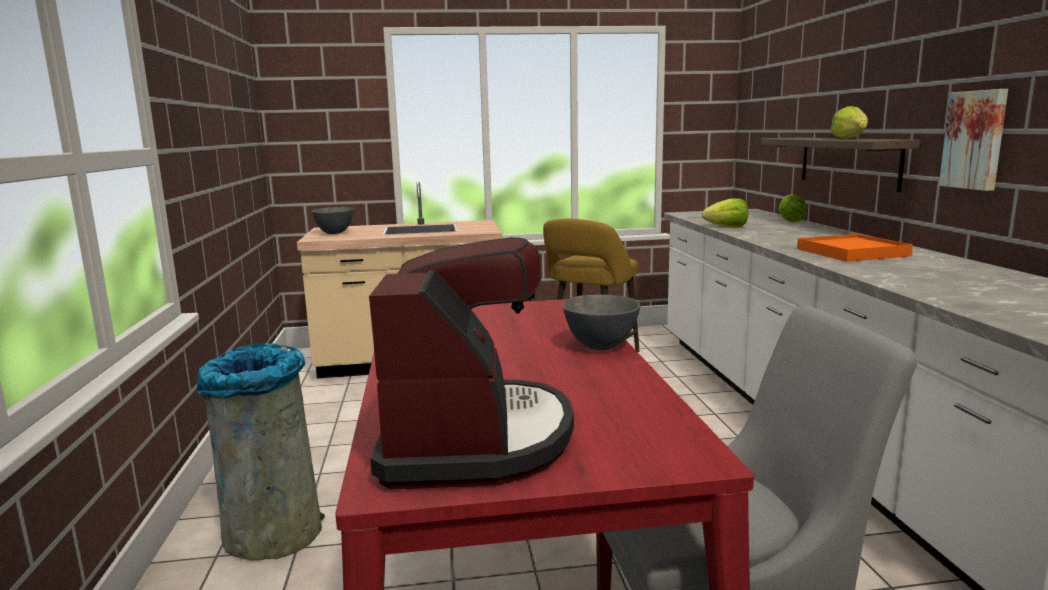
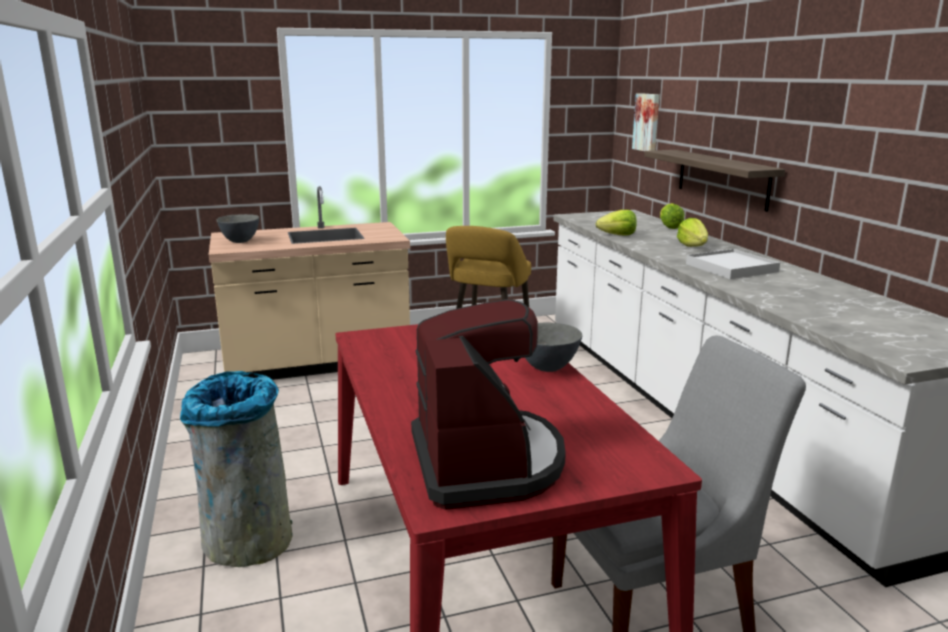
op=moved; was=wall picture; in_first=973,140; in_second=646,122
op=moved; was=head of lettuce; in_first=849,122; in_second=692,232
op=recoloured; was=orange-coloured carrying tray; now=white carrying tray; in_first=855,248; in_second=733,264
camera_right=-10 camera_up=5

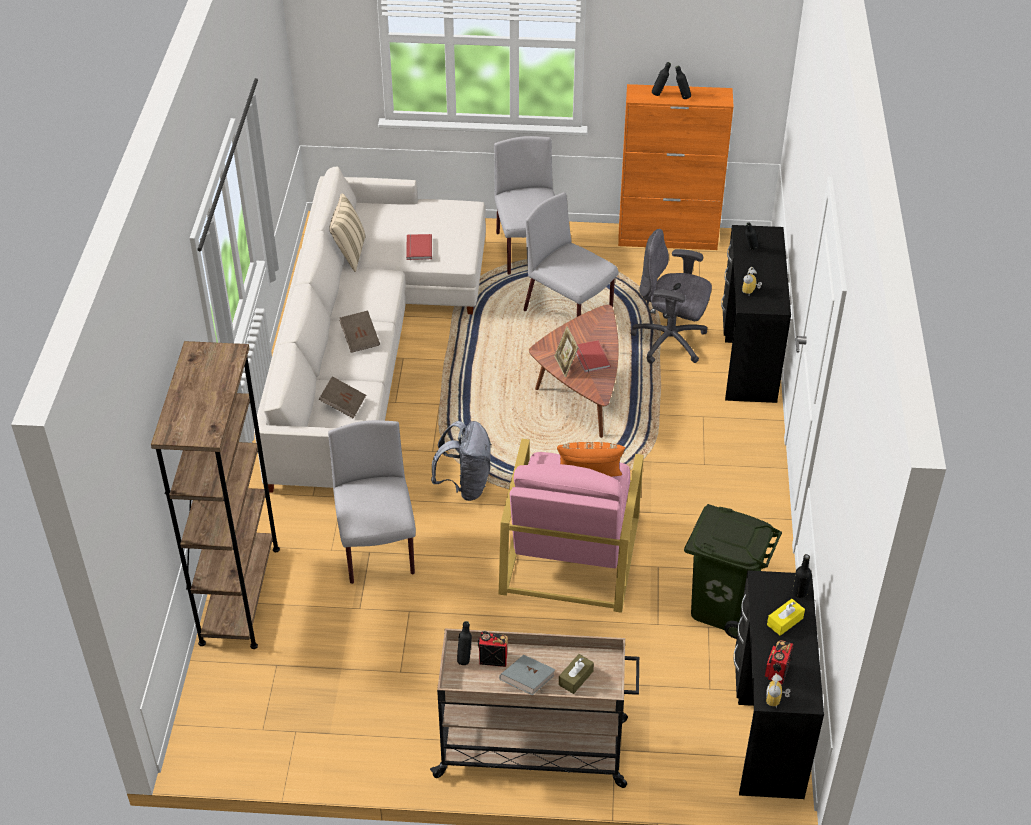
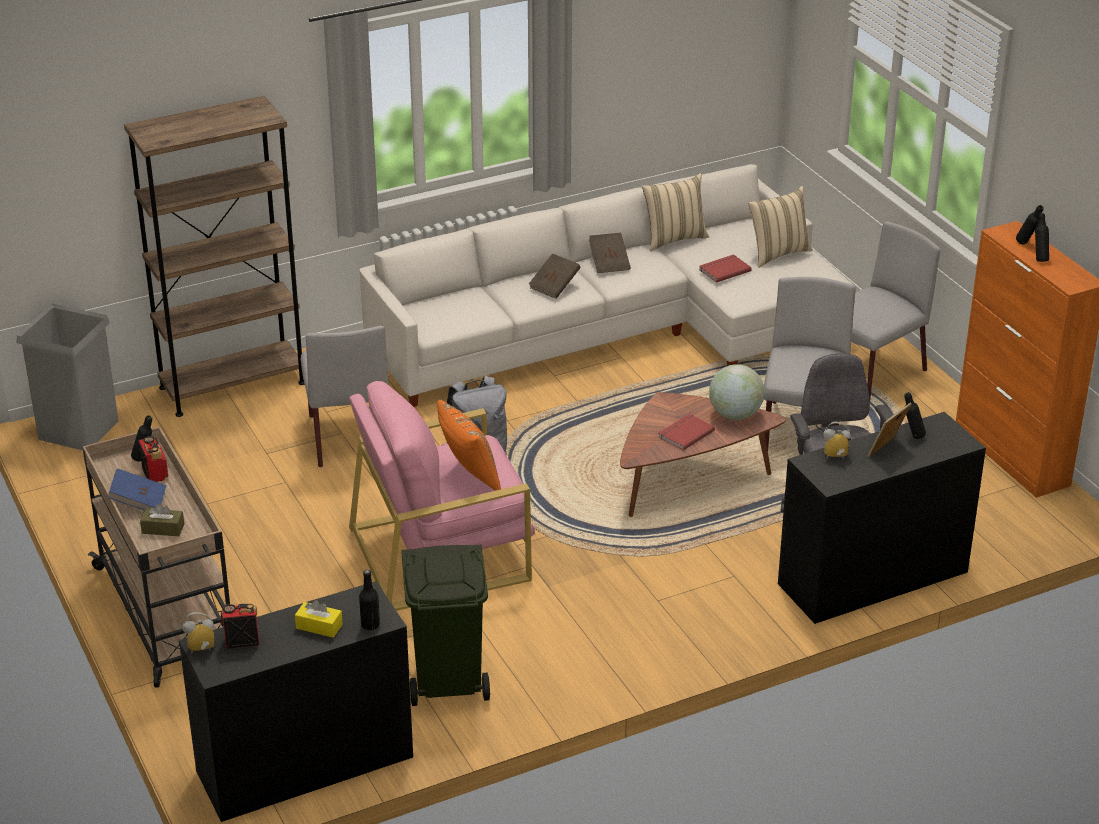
op=added; now=greyish trash can; in_second=67,377
op=recoloured; was=greyish book; now=blue-coloured book; in_first=527,675; in_second=136,489
op=turned; was=greyish chair; in_first=372,502; in_second=345,397; clockwise=120
op=moved; was=brown-coloured book; in_first=342,397; in_second=610,253
op=added; now=desk globe; in_second=736,392
op=added; now=beige pillow; in_second=780,227
op=moved; was=photo frame; in_first=566,351; in_second=889,429
camera_right=60 camera_up=-10

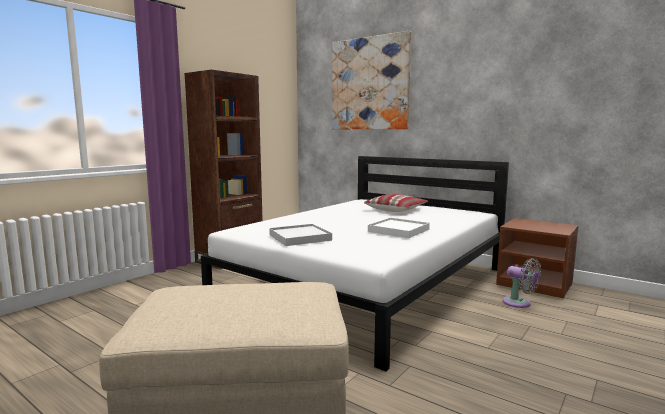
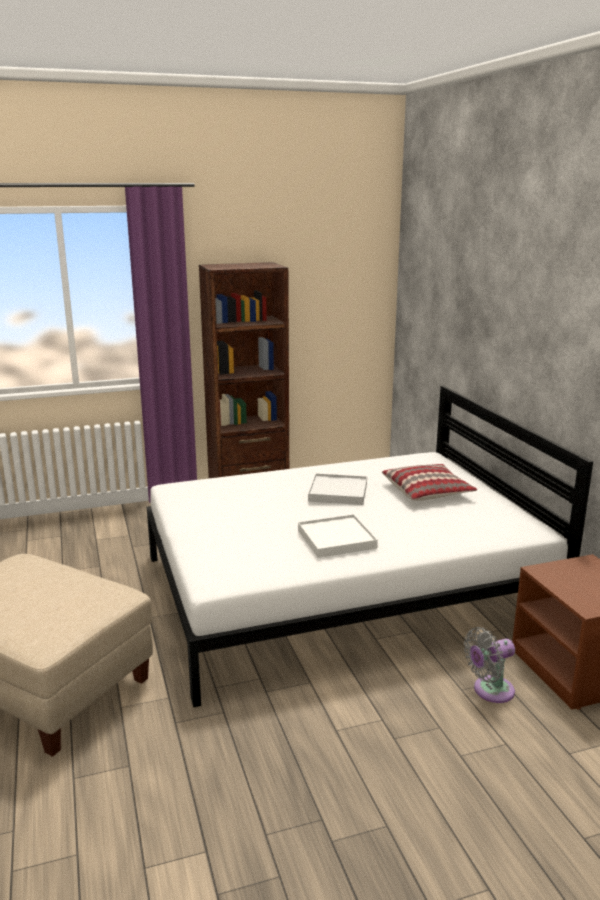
op=moved; was=white carrying tray; in_first=300,235; in_second=337,489
op=turned; was=greyish electric fan; in_first=522,283; in_second=489,665; clockwise=75
op=removed; was=wall picture; in_first=371,80
camera_right=35 camera_up=10

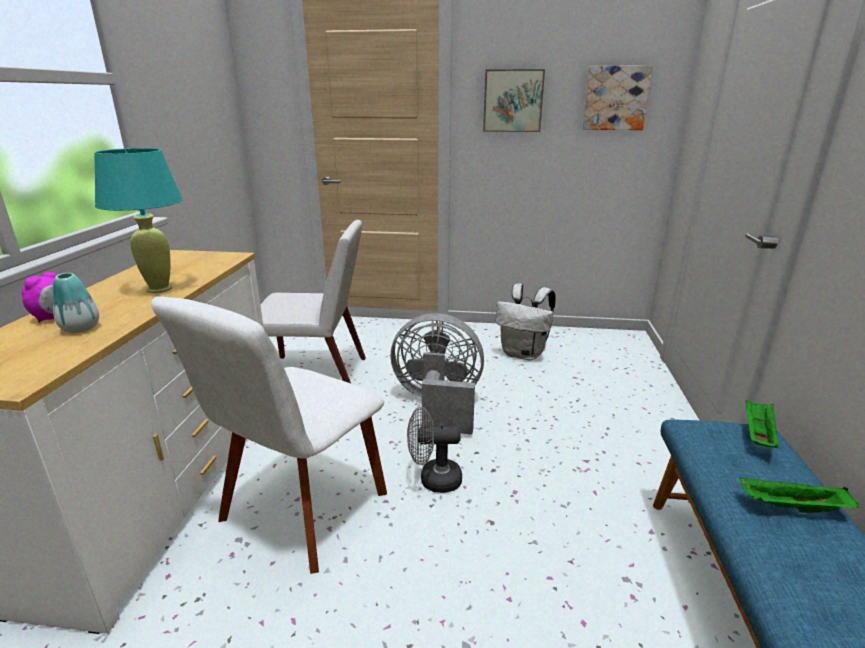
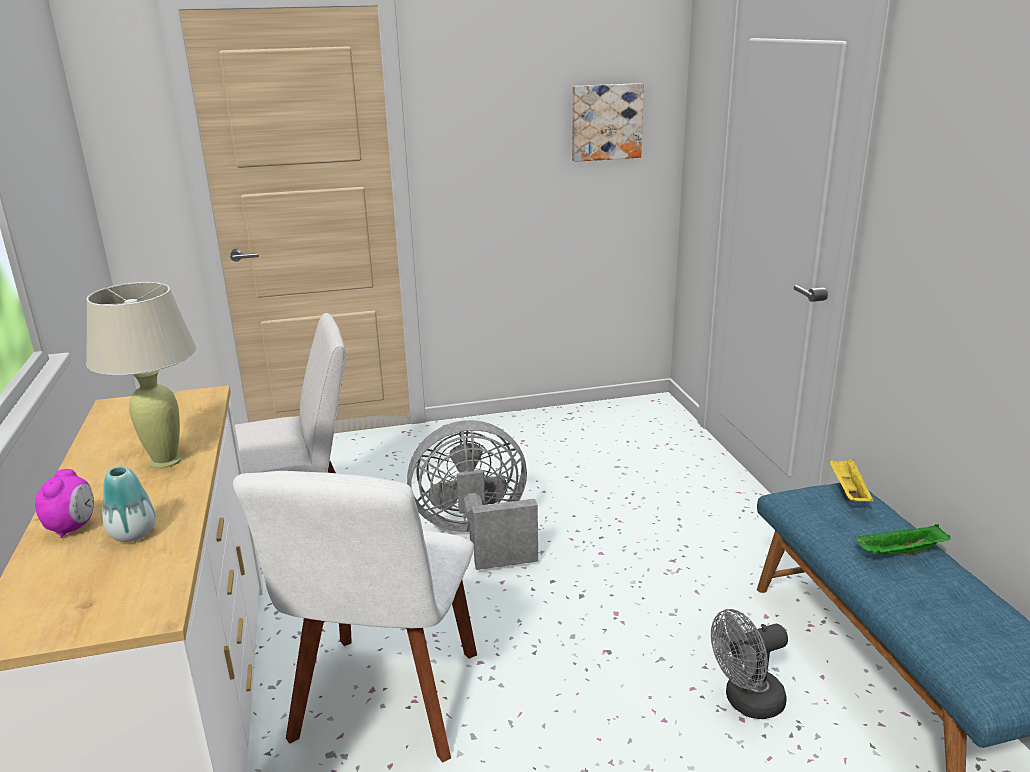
op=recoloured; was=turquoise tabletop lamp; now=beige tabletop lamp; in_first=138,220; in_second=141,375
op=moved; was=greyish electric fan; in_first=434,450; in_second=749,664
op=recoloured; was=greenish carrying tray; now=yellow-coloured carrying tray; in_first=762,424; in_second=851,480
op=removed; was=wall picture; in_first=514,100
op=removed; was=white backpack; in_first=525,321
camera_right=-20 camera_up=0

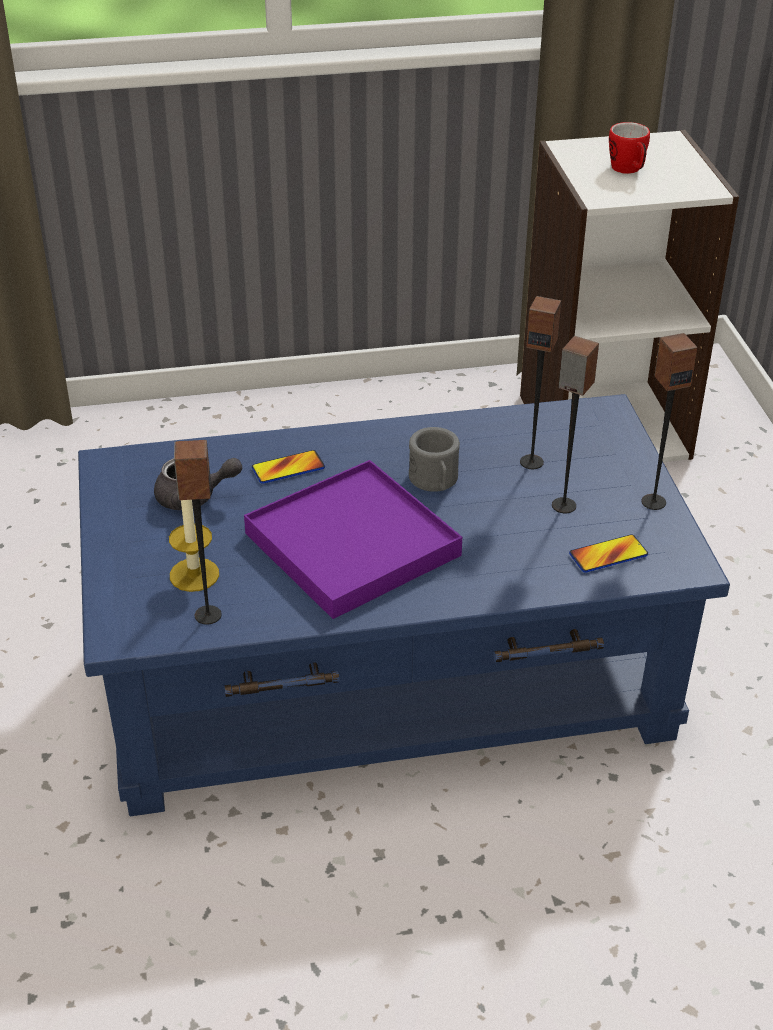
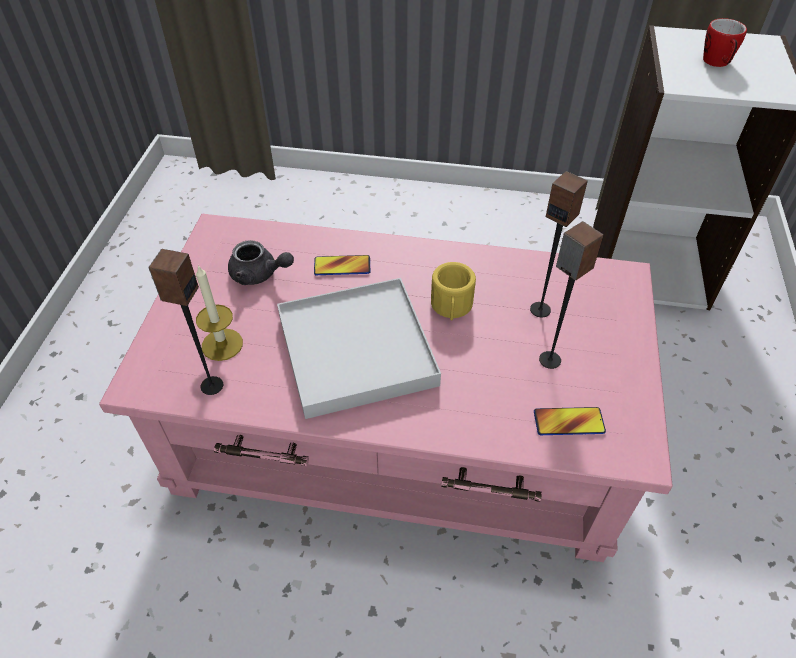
op=recoloured; was=blue-coloured low table; now=pinkish low table; in_first=404,605; in_second=386,388
op=recoloured; was=purplish carrying tray; now=white carrying tray; in_first=353,539; in_second=359,348
op=recoloured; was=greyish mug; now=yellow-coloured mug; in_first=434,459; in_second=453,291
op=removed; was=audio speaker; in_first=669,421
camera_right=20 camera_up=10

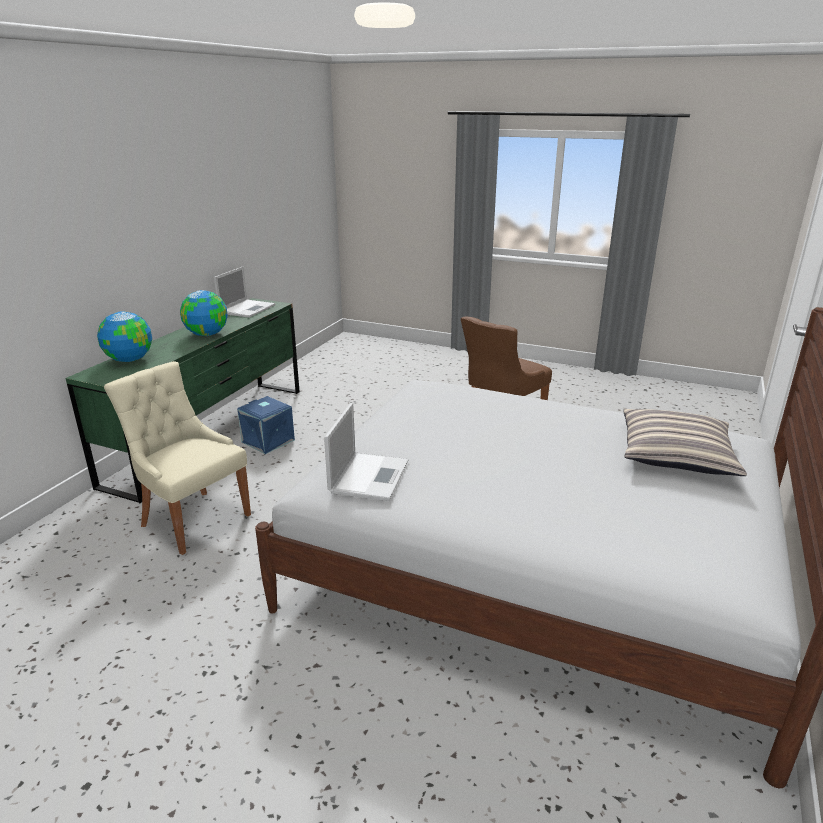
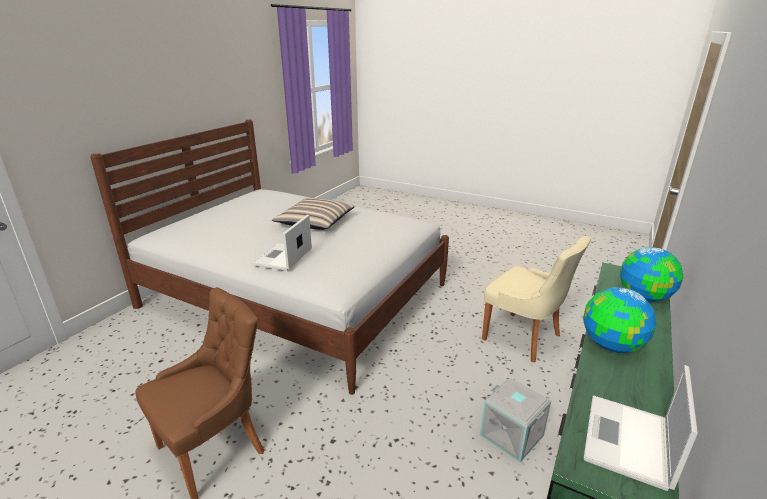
op=moved; was=notebook computer; in_first=366,452; in_second=282,243
op=moved; was=pillow; in_first=685,442; in_second=313,214
op=recoloured; was=blue-coloured storage box; now=greyish storage box; in_first=266,425; in_second=515,420
camera_right=-175 camera_up=0

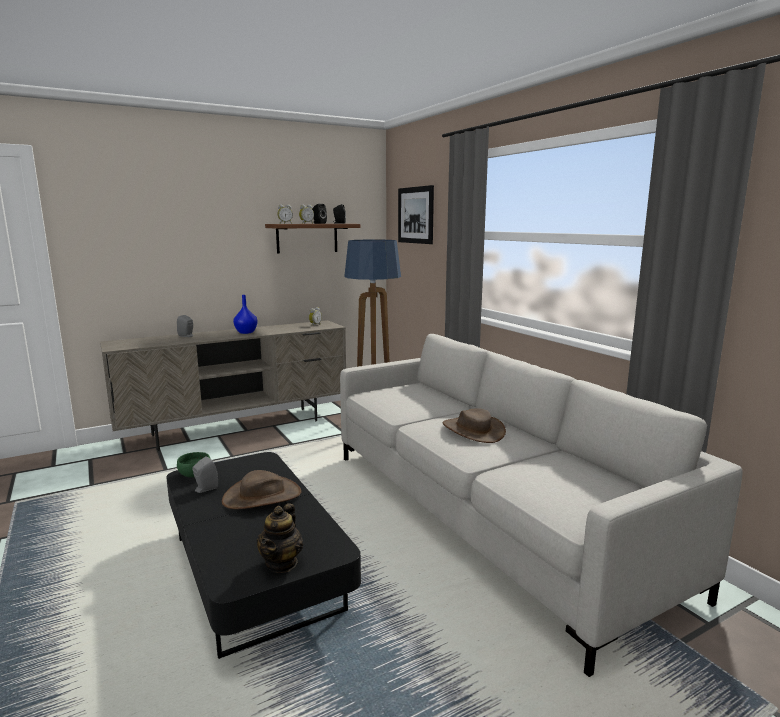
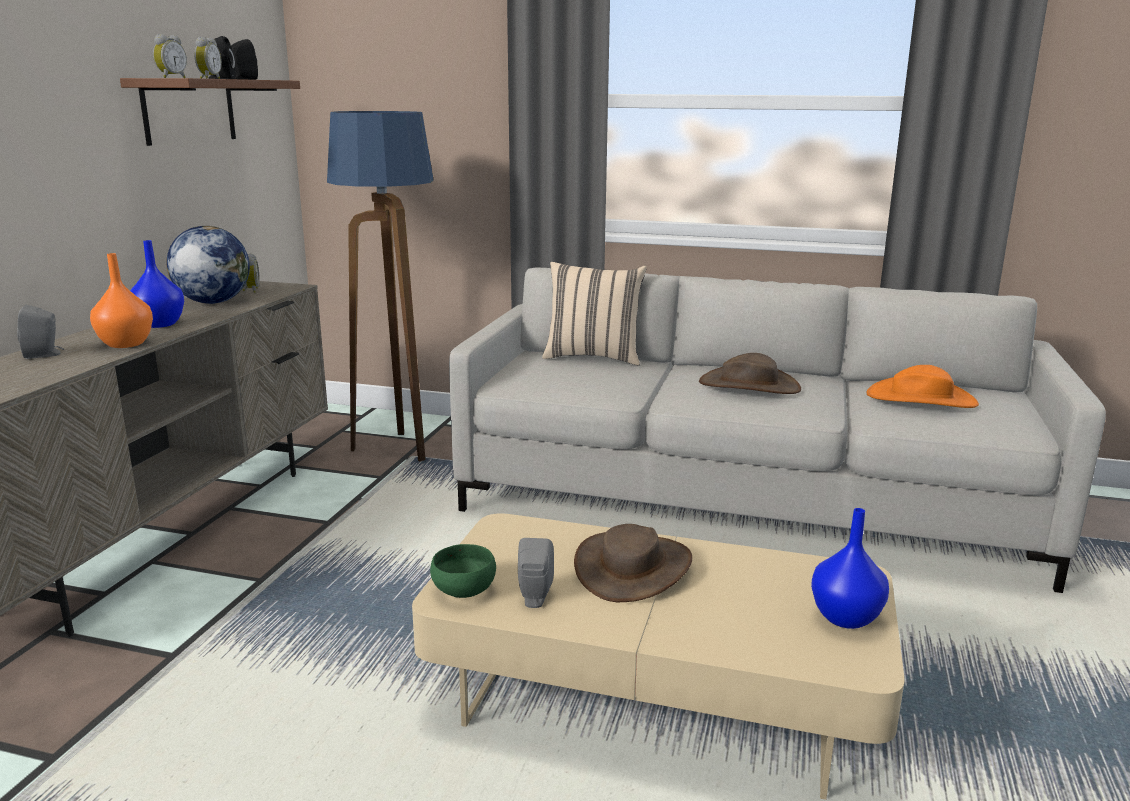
op=added; now=orange-coloured flower vase; in_second=121,300
op=added; now=desk globe; in_second=208,265
op=recoloured; was=black-coloured low table; now=beige low table; in_first=263,555; in_second=658,656
op=added; now=beige pillow; in_second=594,313
op=replaced; was=teapot; now=blue-coloured flower vase; in_first=280,538; in_second=850,568
op=added; now=orange-coloured clothing hat; in_second=923,386
op=removed; was=wall picture; in_first=416,214
camera_right=-45 camera_up=5

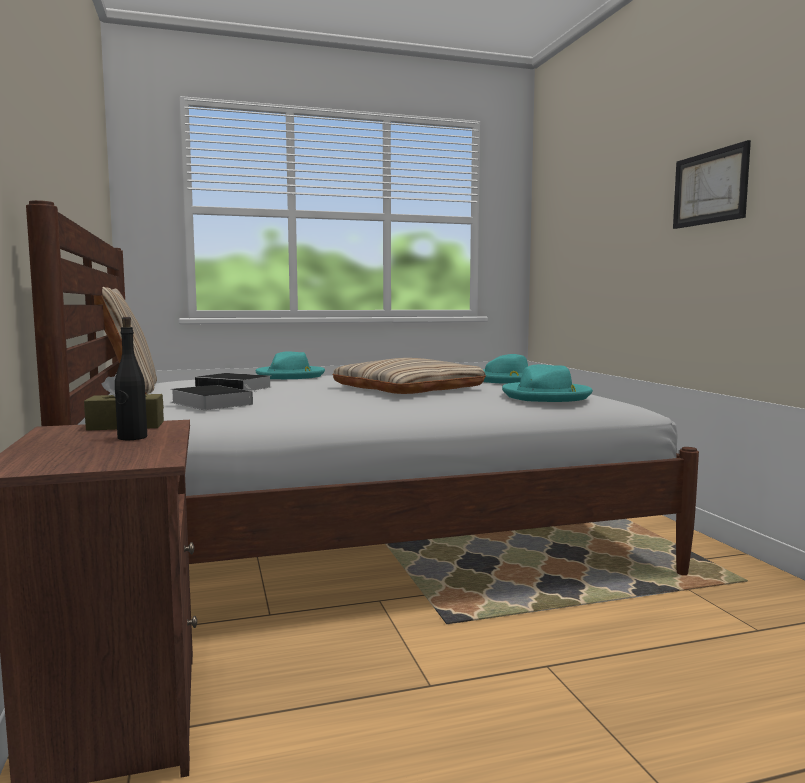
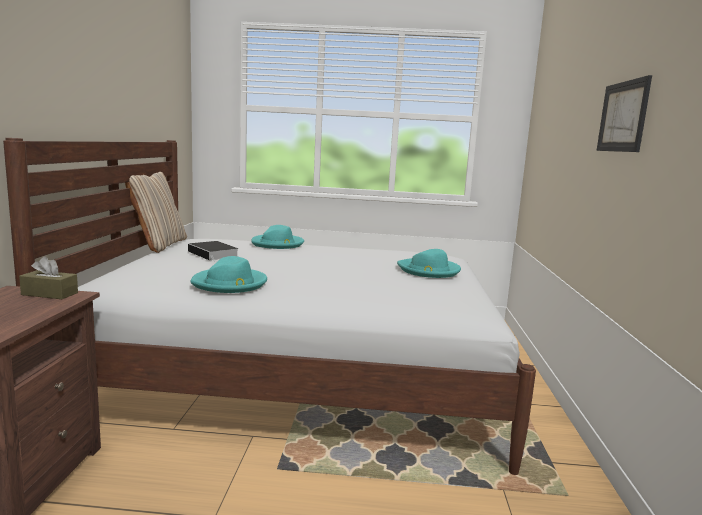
op=moved; was=turquoise clothing hat; in_first=547,383; in_second=228,274
op=removed; was=black-coloured drink bottle; in_first=131,378
op=removed; was=book; in_first=212,397
op=removed; was=beige pillow; in_first=409,376
camera_right=20 camera_up=5

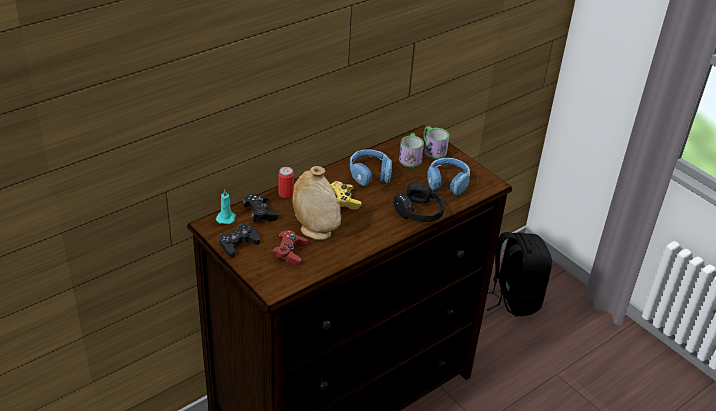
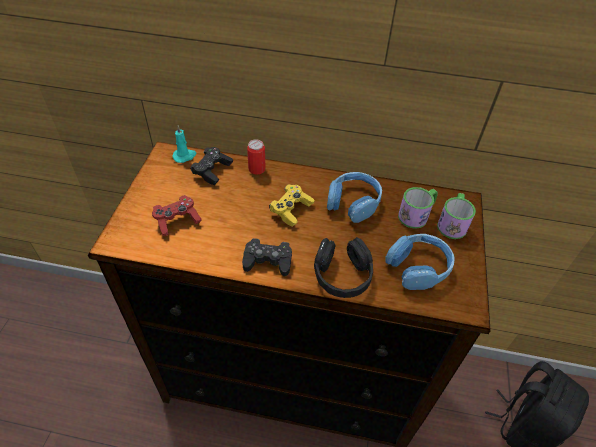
op=moved; was=black-coloured game controller; in_first=239,240; in_second=267,257
op=removed; was=beige flower vase; in_first=316,203
camera_right=50 camera_up=10

